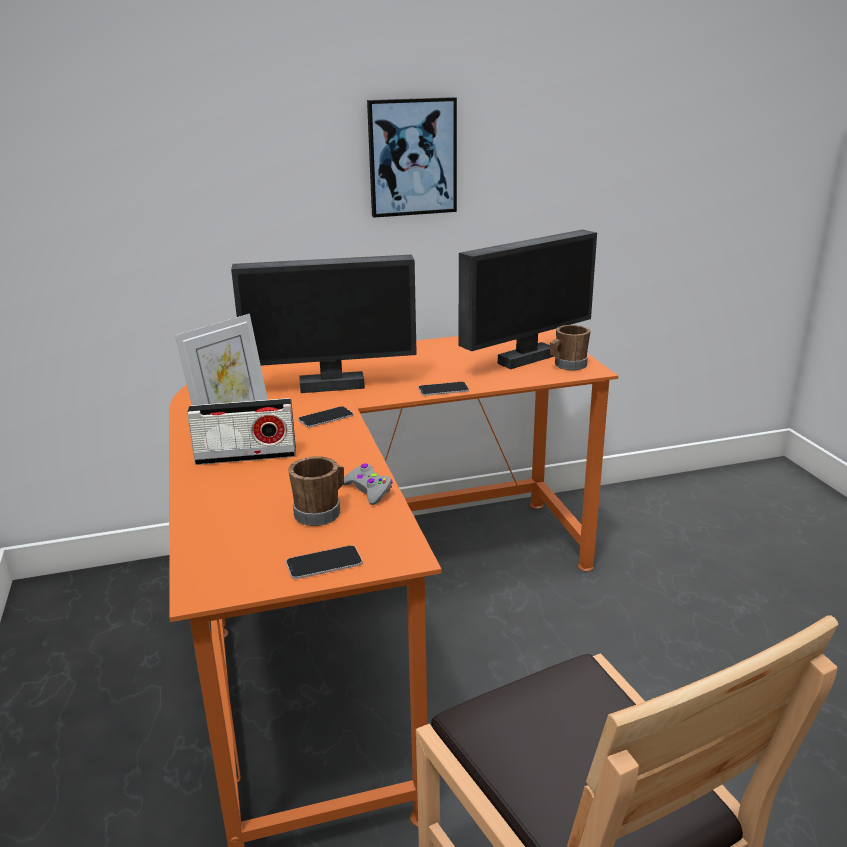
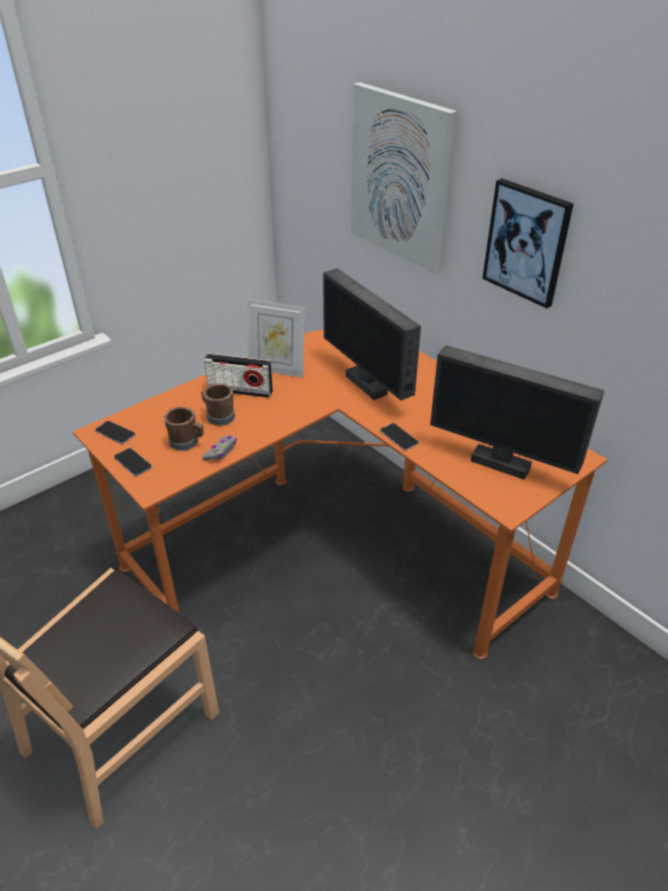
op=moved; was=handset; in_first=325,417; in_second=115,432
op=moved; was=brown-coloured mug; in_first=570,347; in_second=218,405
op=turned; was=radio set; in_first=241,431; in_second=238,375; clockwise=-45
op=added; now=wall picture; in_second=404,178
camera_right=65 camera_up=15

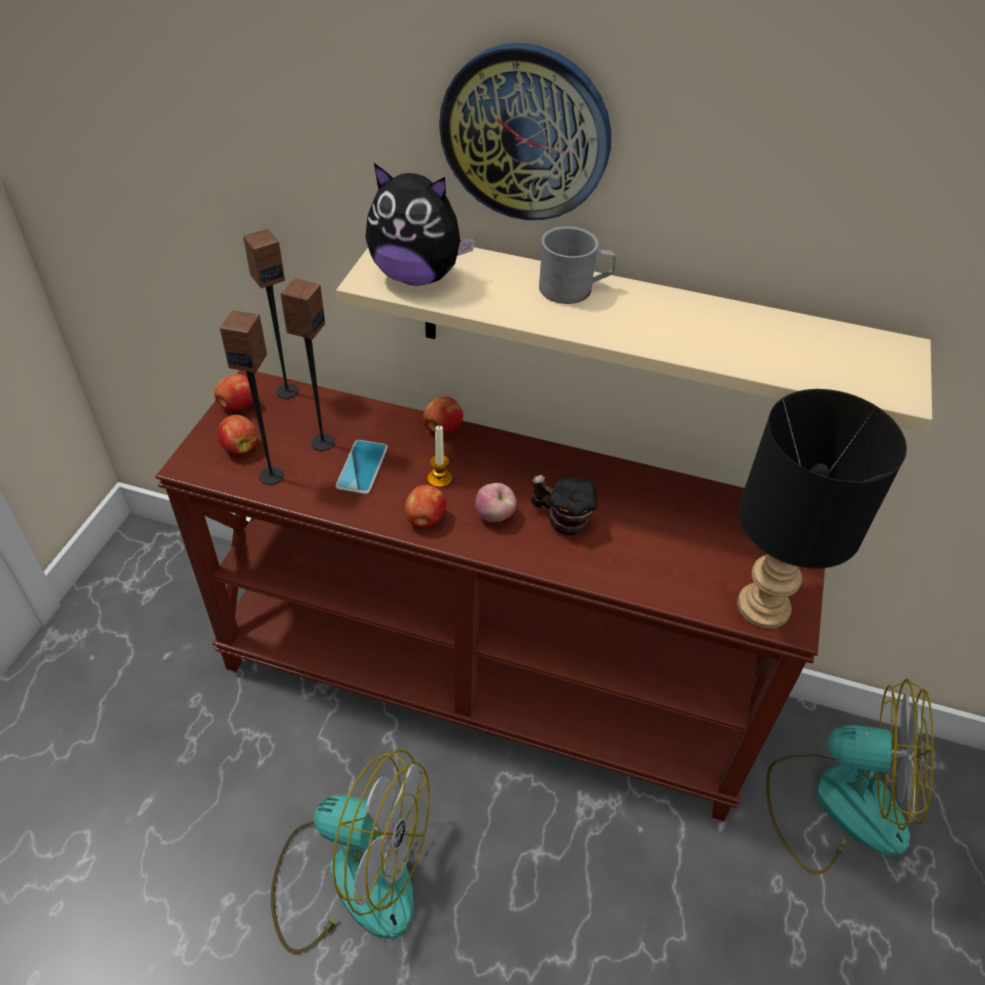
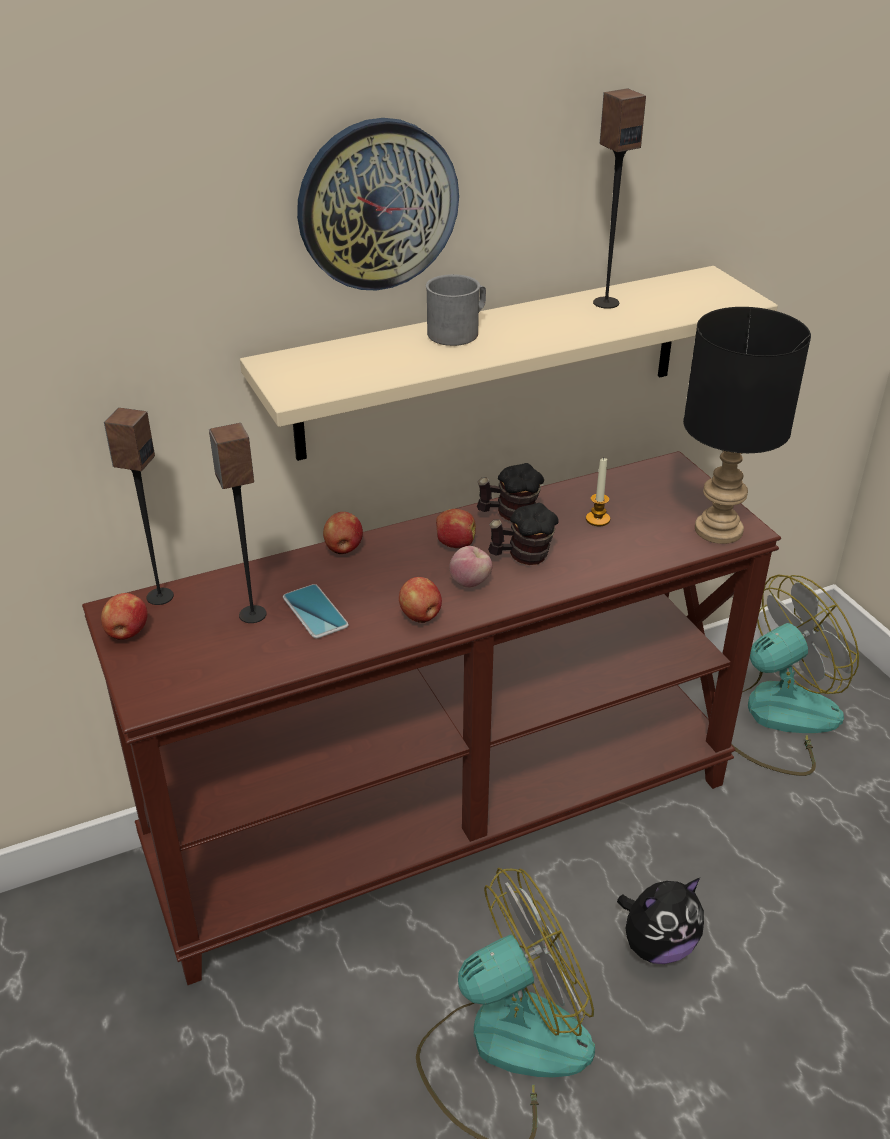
op=moved; was=apple; in_first=237,435; in_second=456,528
op=added; now=mug; in_second=510,492
op=moved; was=wax light; in_first=440,457; in_second=598,492
op=moved; was=audio speaker; in_first=252,397; in_second=619,198
op=moved; was=soft toy; in_first=420,224; in_second=660,921
camera_right=-40 camera_up=-10

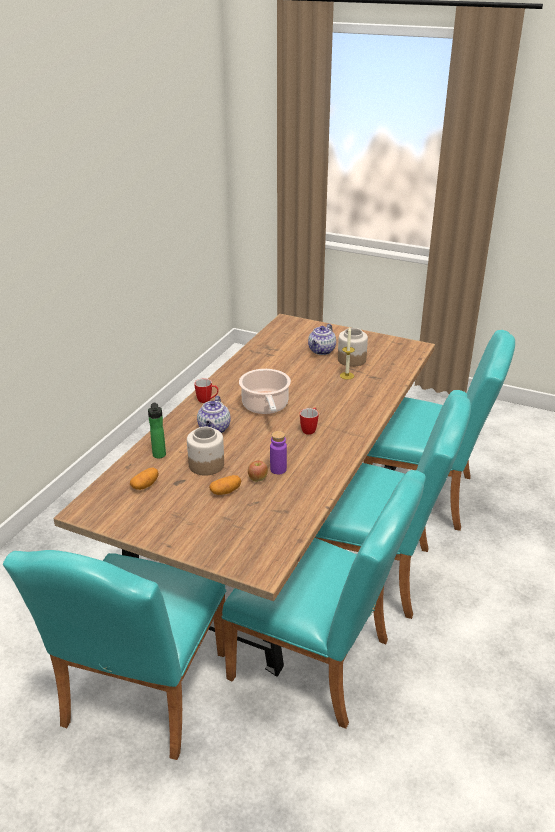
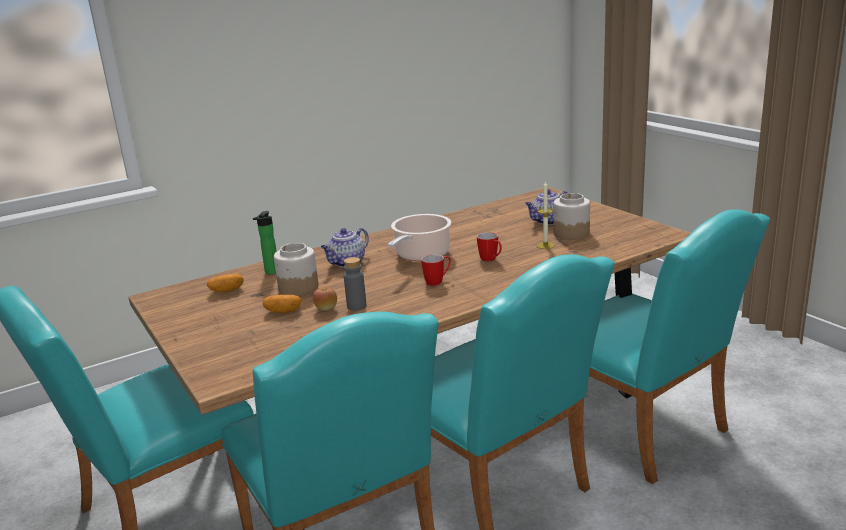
op=recoloured; was=purplish drink bottle; now=greyish drink bottle; in_first=278,452; in_second=355,284
op=moved; was=mug; in_first=206,390; in_second=489,247
camera_right=35 camera_up=-10

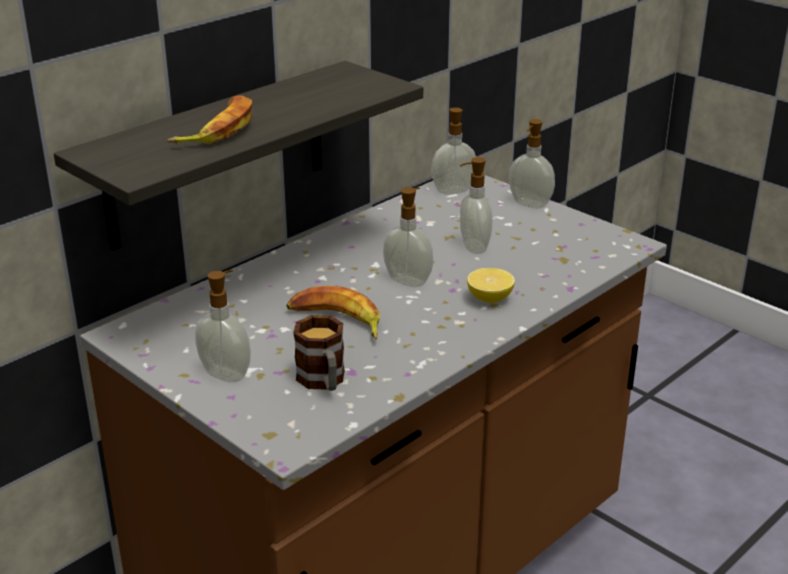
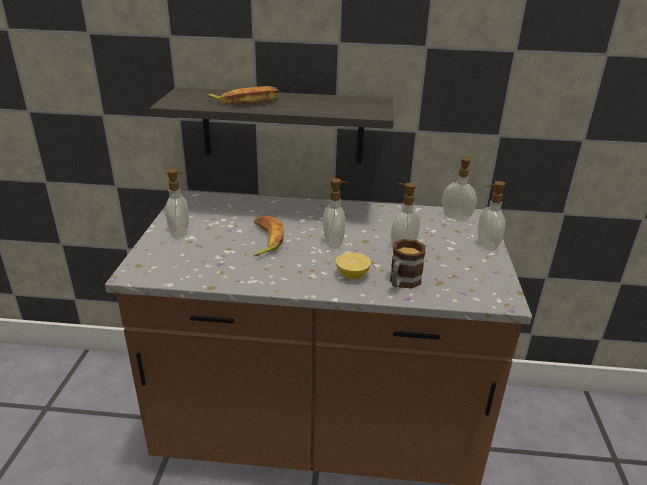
op=moved; was=mug; in_first=319,353; in_second=408,264
camera_right=50 camera_up=0

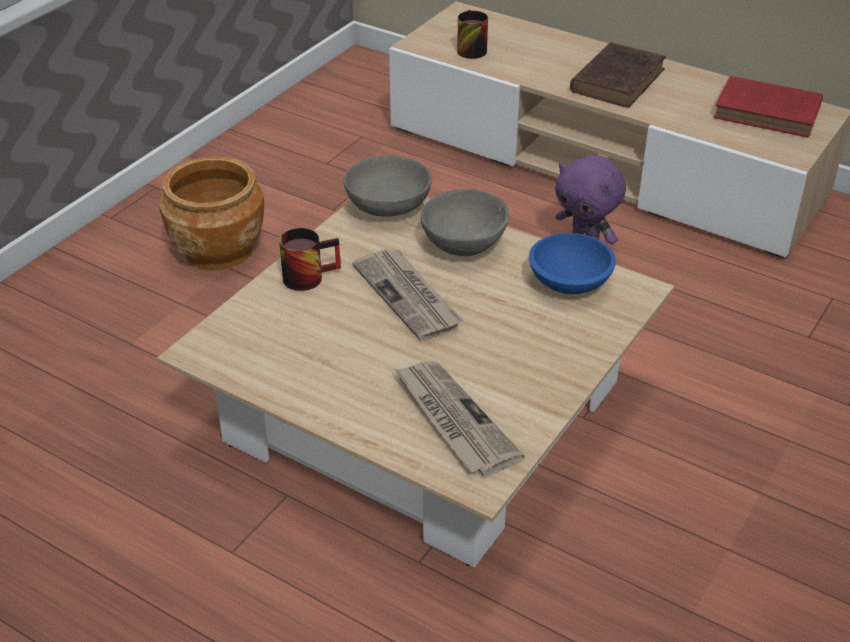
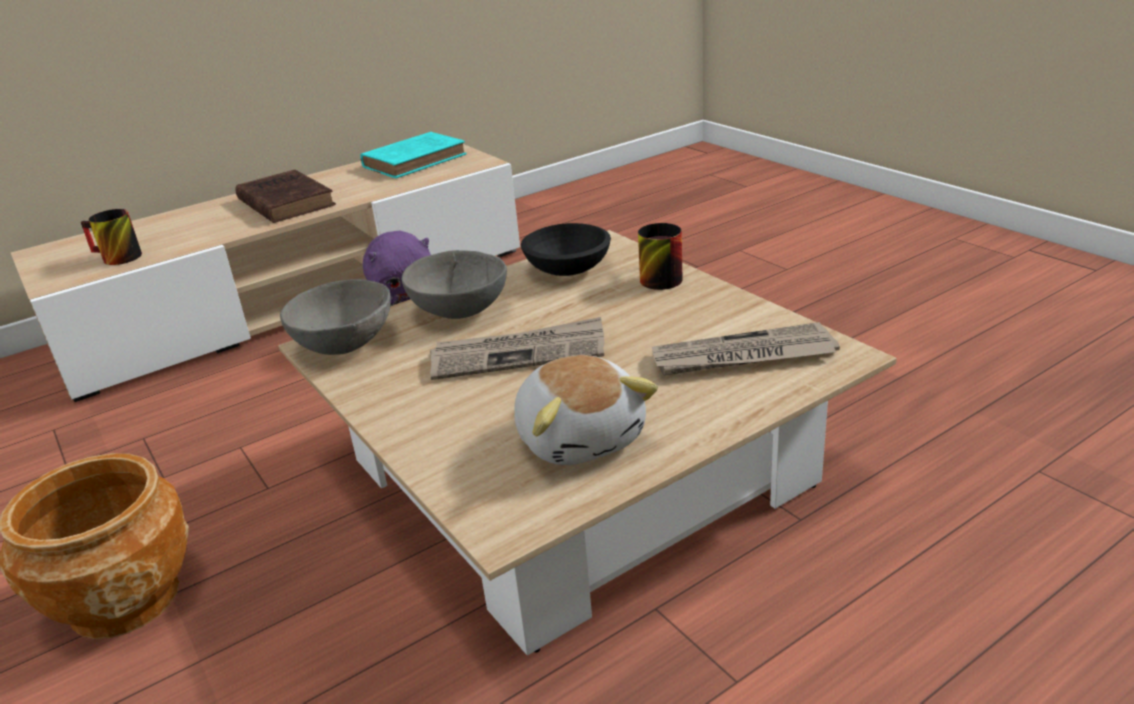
op=recoloured; was=red book; now=turquoise book; in_first=768,107; in_second=413,155
op=added; now=soft toy; in_second=586,410
op=recoloured; was=blue-coloured serving bowl; now=black-coloured serving bowl; in_first=572,263; in_second=566,249
op=moved; was=mug; in_first=310,259; in_second=660,256
camera_right=-65 camera_up=-10

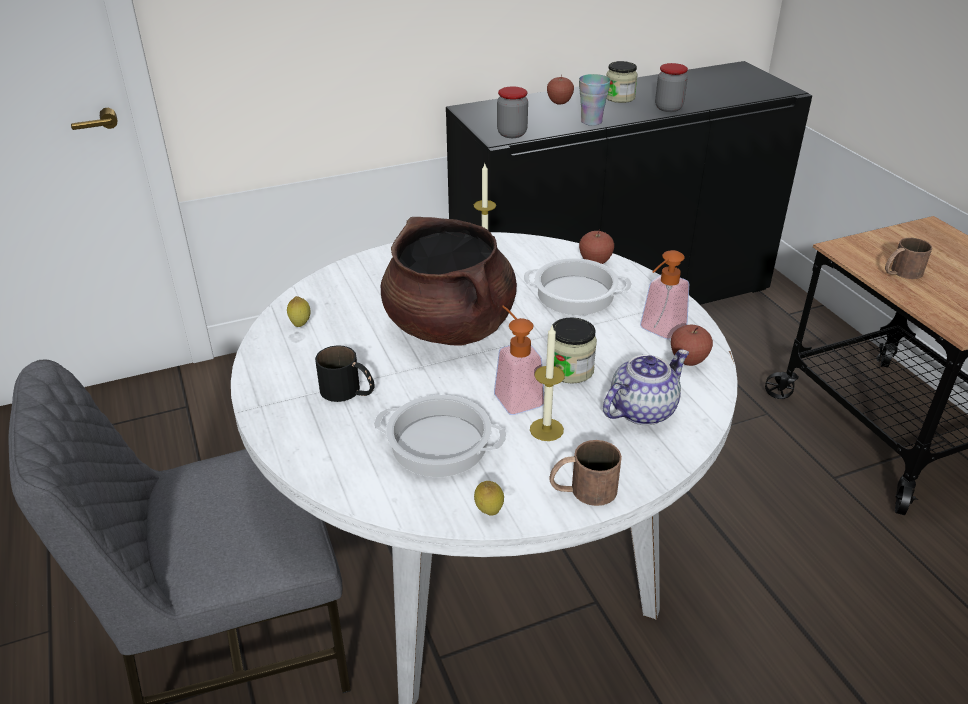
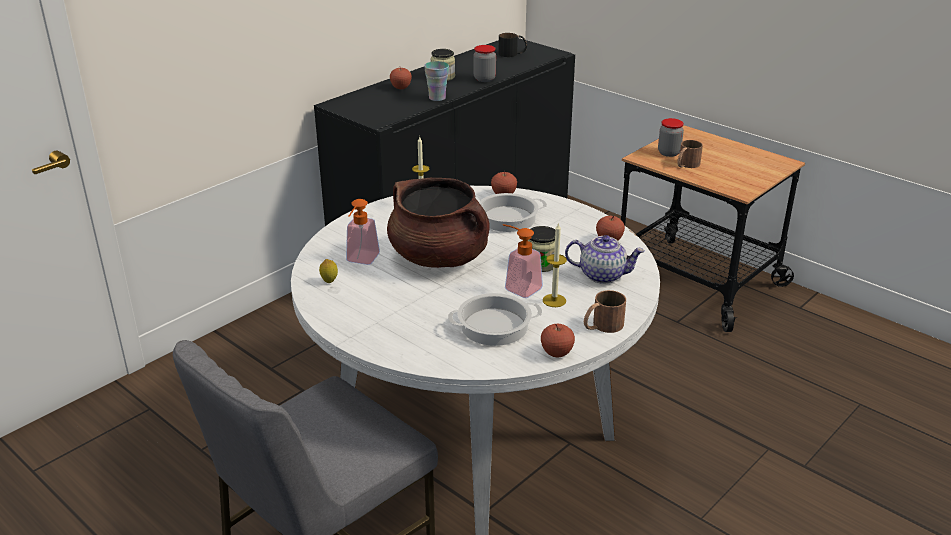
op=moved; was=liquid soap bottle; in_first=664,294; in_second=363,232
op=moved; was=black-coloured mug; in_first=345,373; in_second=513,45
op=replaced; was=whole lemon; now=apple; in_first=489,498; in_second=558,340
op=turned; was=teapot; in_first=646,387; in_second=605,259; clockwise=75
op=moved; was=jar; in_first=512,112; in_second=671,137
camera_right=-25 camera_up=-5

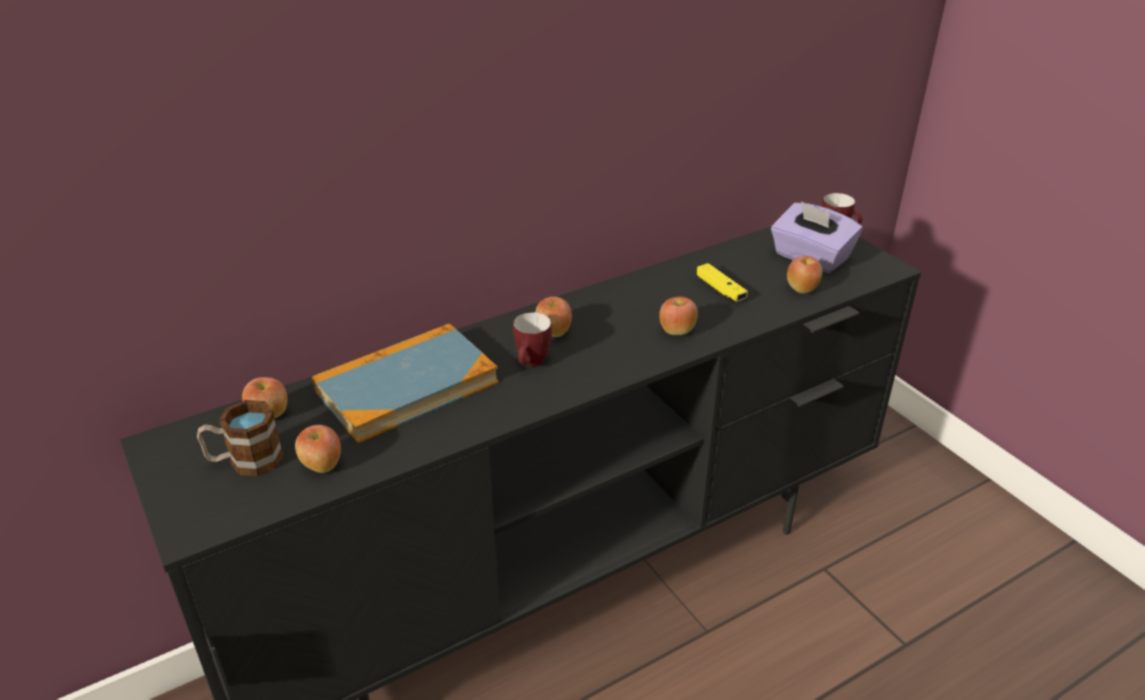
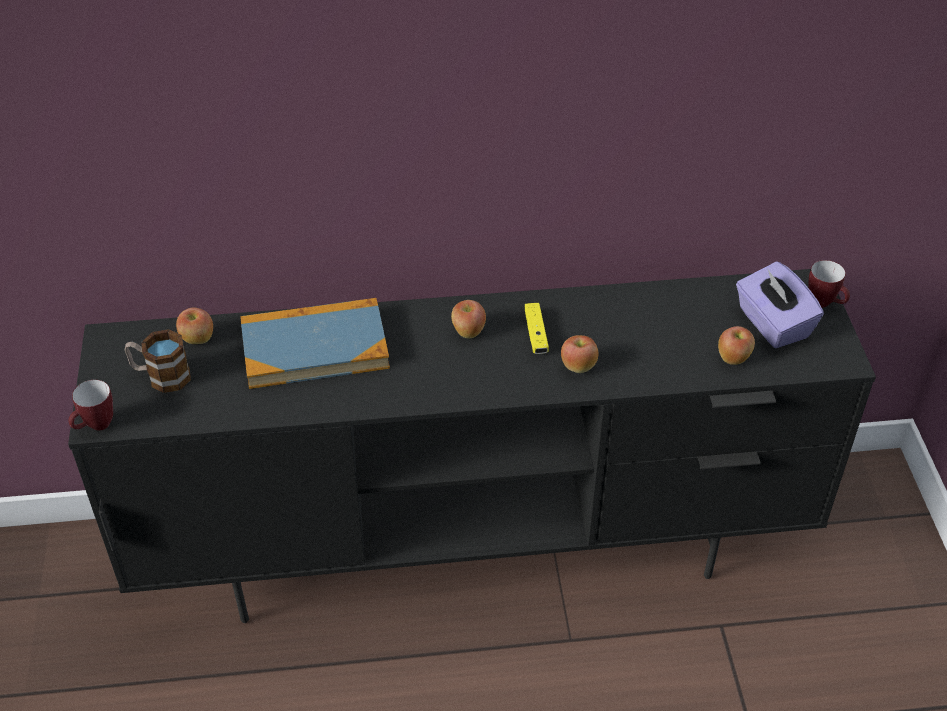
op=moved; was=mug; in_first=532,339; in_second=90,405
op=moved; was=yellow-coloured game controller; in_first=722,282; in_second=537,328
op=removed; was=apple; in_first=318,449
camera_right=25 camera_up=10

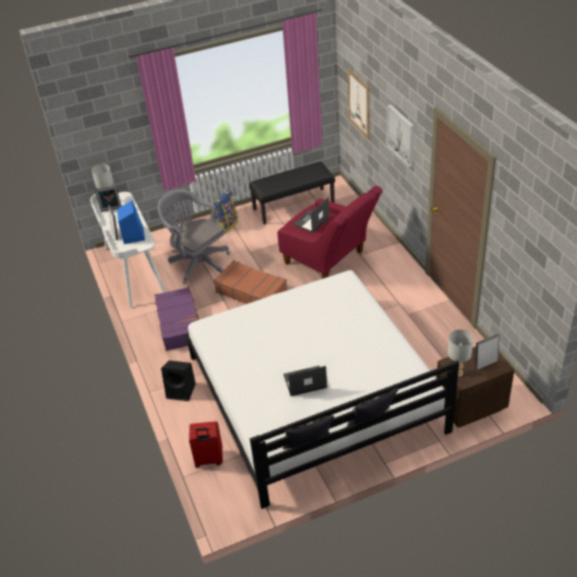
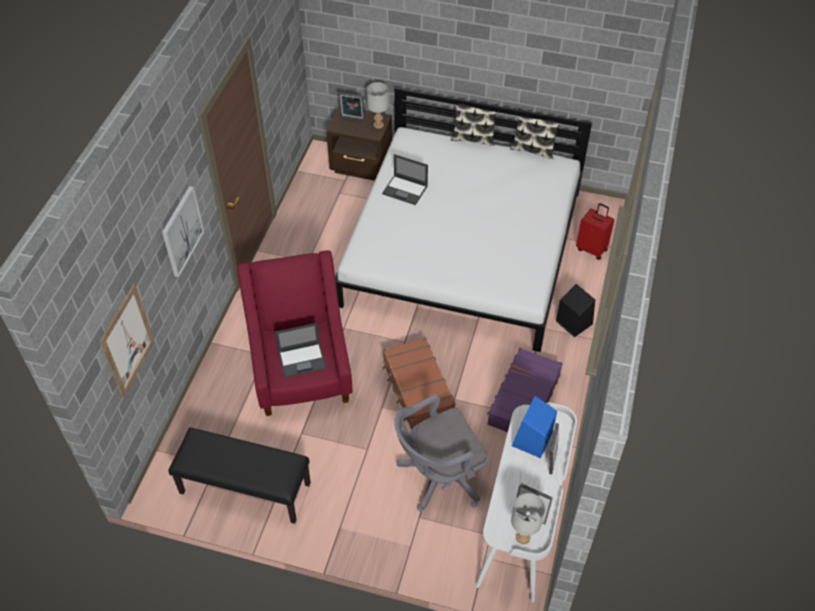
op=moved; was=notebook computer; in_first=305,381; in_second=405,179
op=turned; was=greyish computer chair; in_first=194,236; in_second=441,452; clockwise=75
op=removed; was=backpack; in_first=225,211
camera_right=-145 camera_up=10

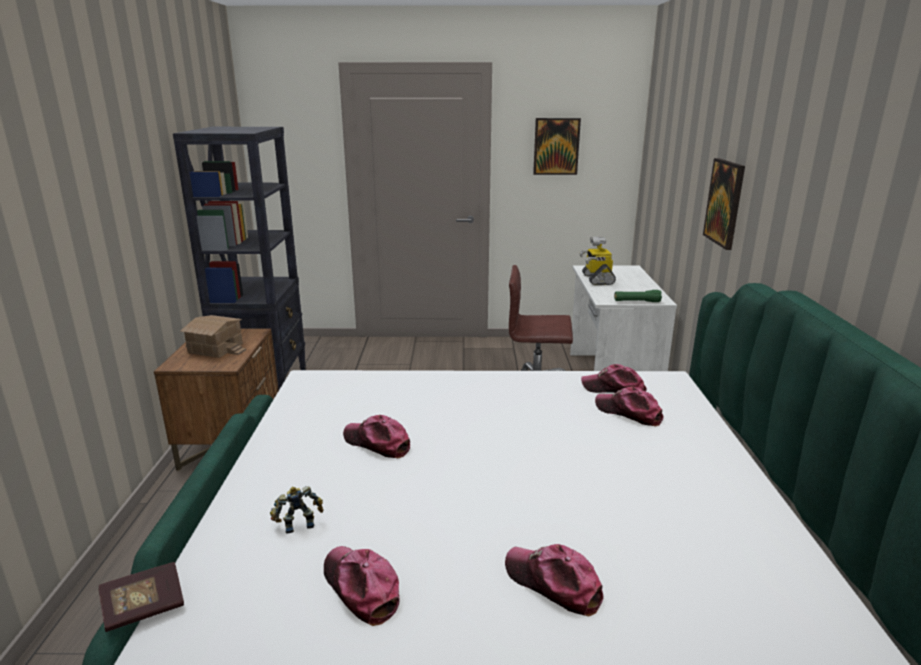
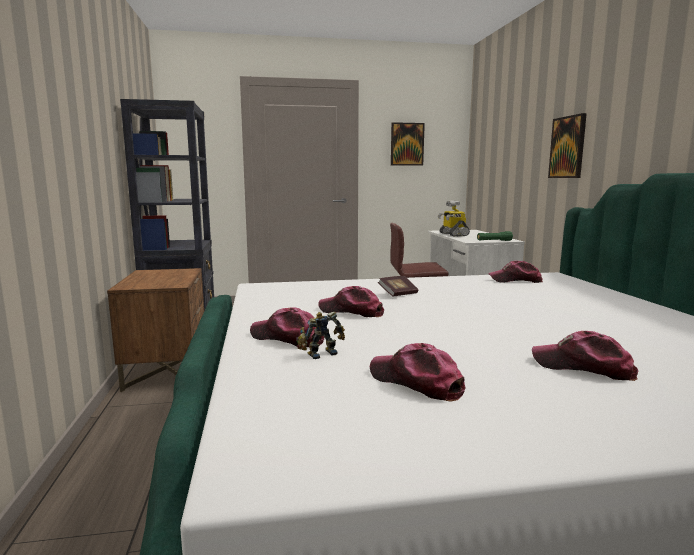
op=moved; was=peaked cap; in_first=629,406; in_second=287,327
op=moved; was=book; in_first=141,597; in_second=398,286
op=removed; was=model house; in_first=213,336
camera_right=-10 camera_up=-10

